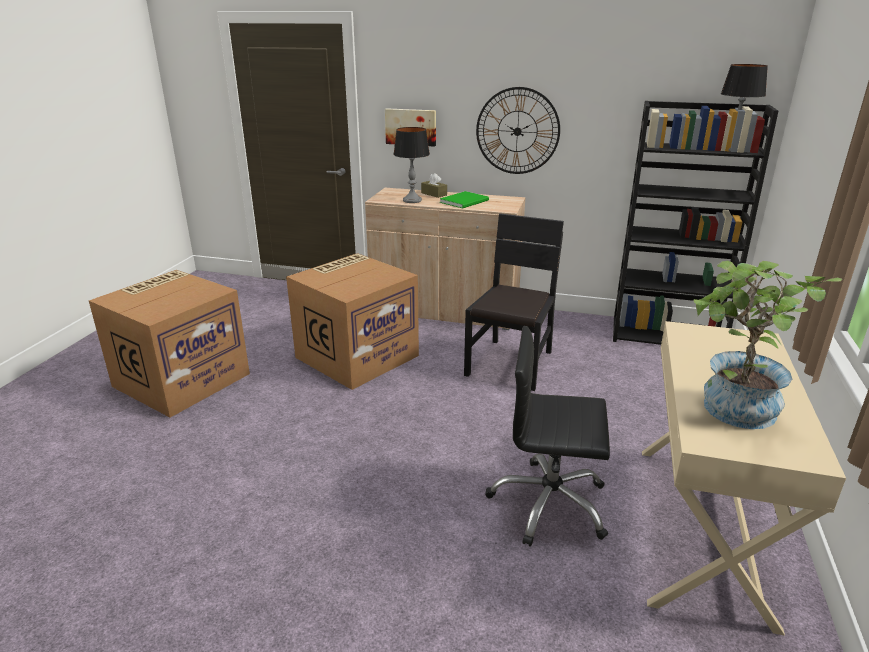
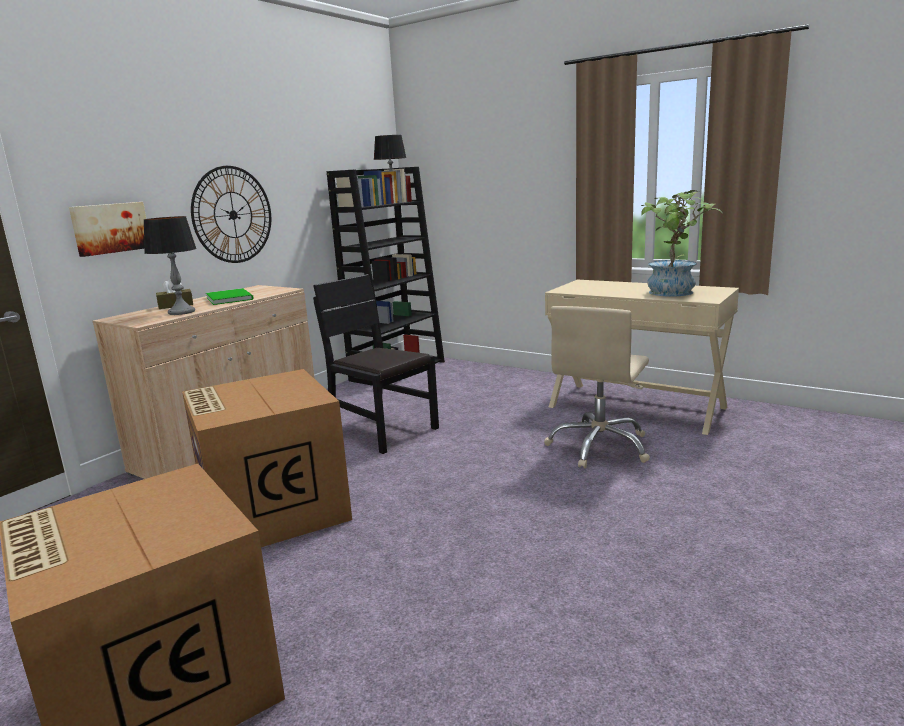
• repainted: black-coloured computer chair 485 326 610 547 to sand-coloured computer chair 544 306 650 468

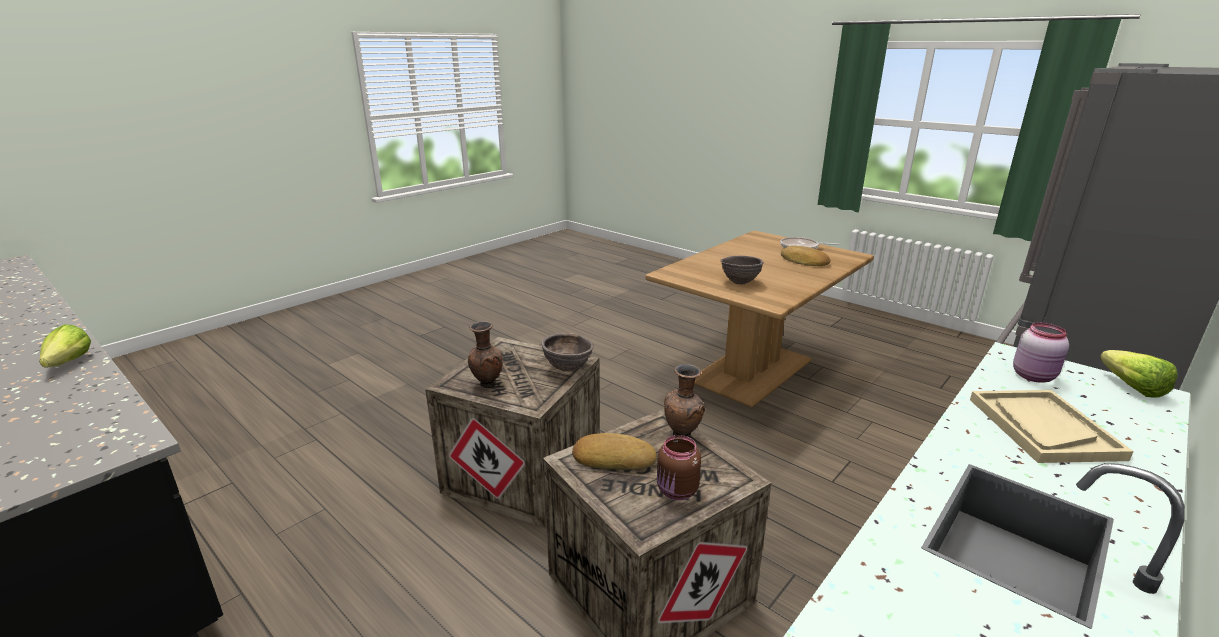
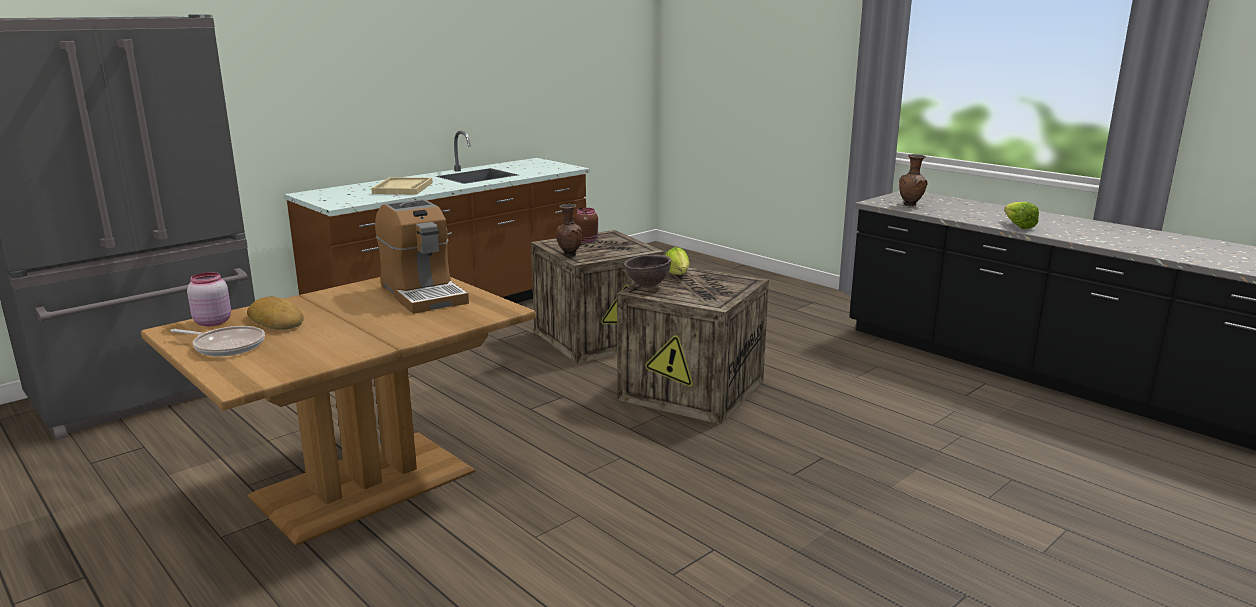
• swapped: brown bowl 720 256 764 285 to coffee maker 375 199 469 314
• shifted: brown flower vase 468 321 503 388 to 899 154 928 206
• shifted: pinkish jar 1013 322 1069 383 to 187 272 231 326
• shifted: lettuce head 1100 350 1178 398 to 665 247 690 275
• gone: baked bread 572 433 657 470

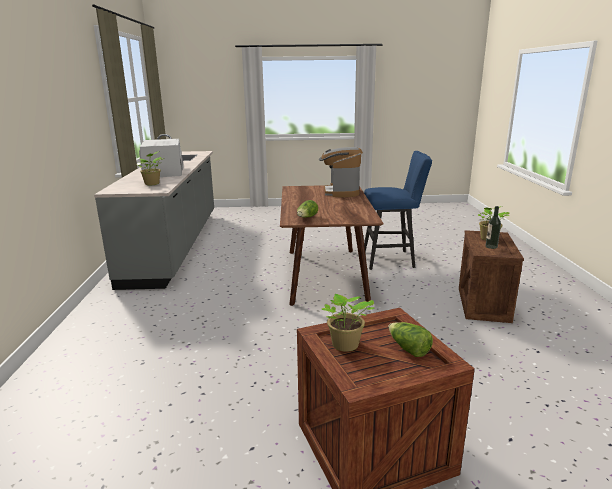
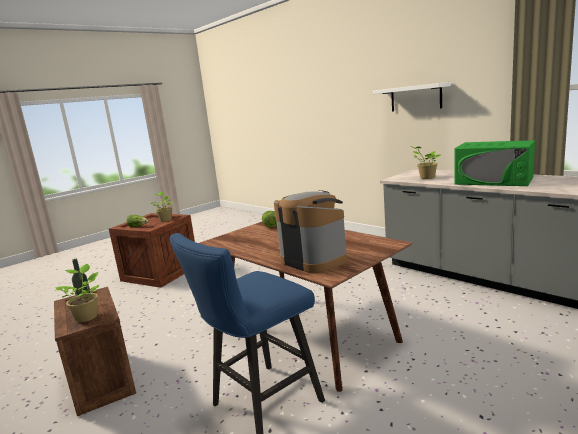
• repainted: white microwave 139 139 183 177 to greenish microwave 455 140 535 186
• new: white shelf 373 82 451 112

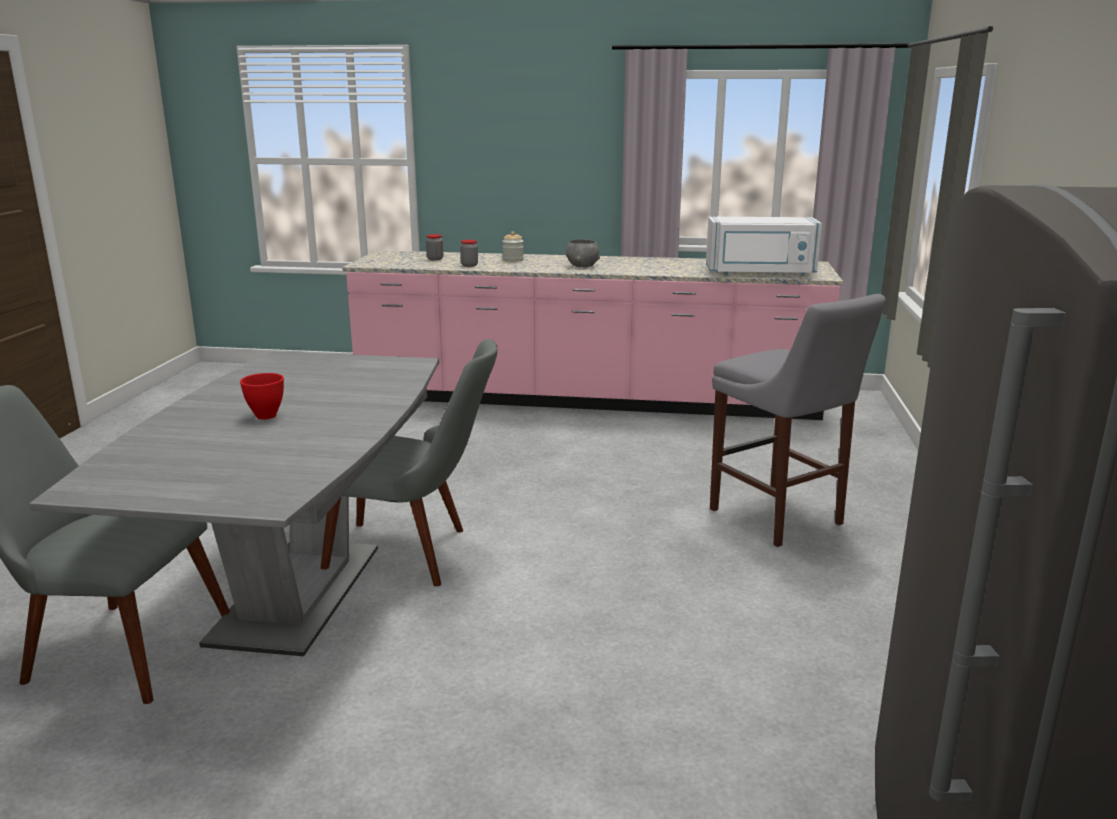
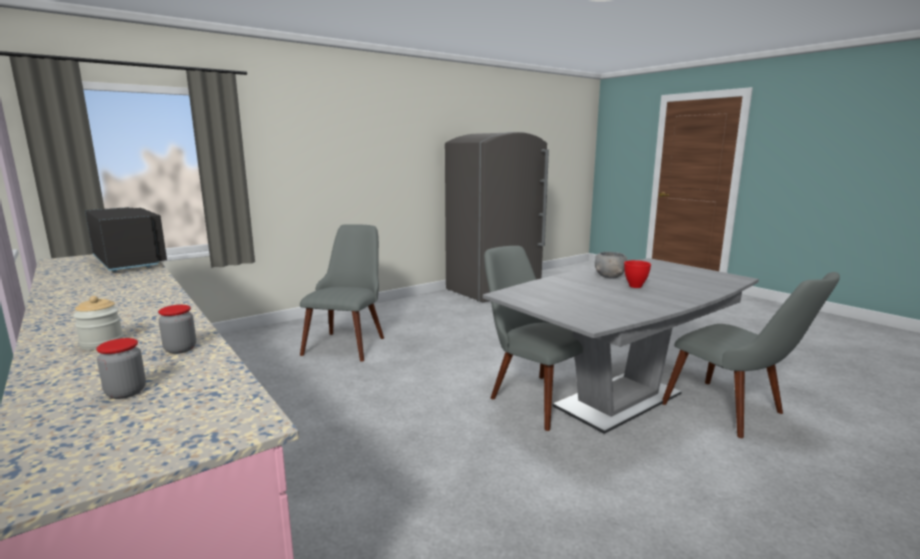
• repainted: white microwave 706 217 822 276 to black-coloured microwave 85 207 167 271
• shifted: gray bowl 566 239 600 268 to 595 252 627 279
• swapped: gray sitting stool 710 294 886 547 to gray upright chair 300 224 384 362

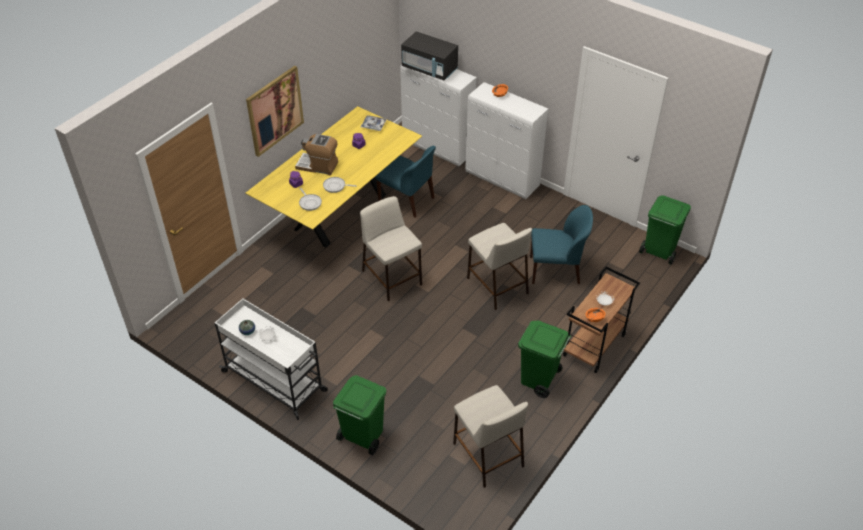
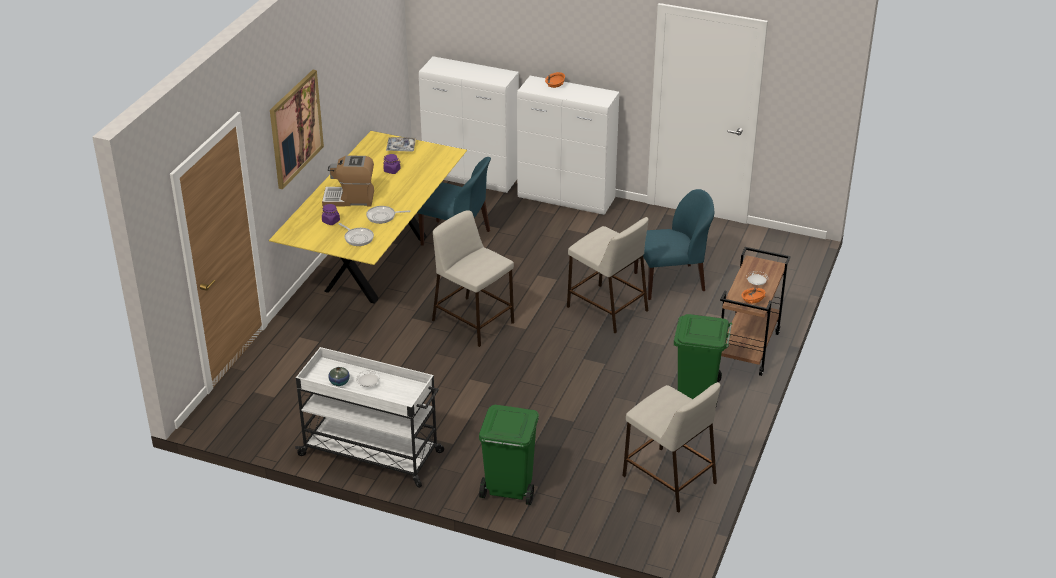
• gone: black-coloured microwave 401 31 458 80
• gone: greenish trash can 639 195 691 264

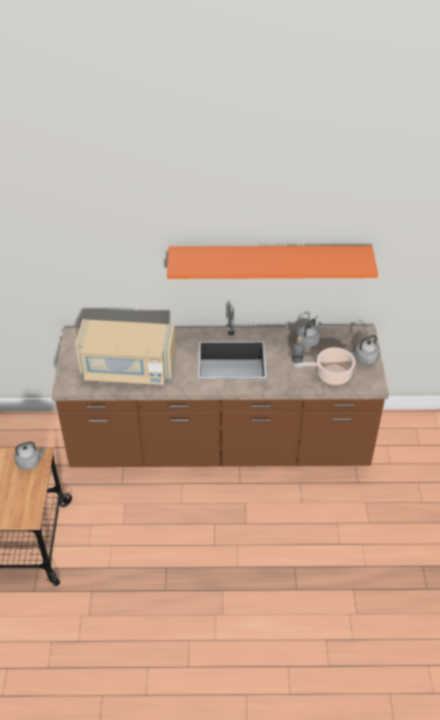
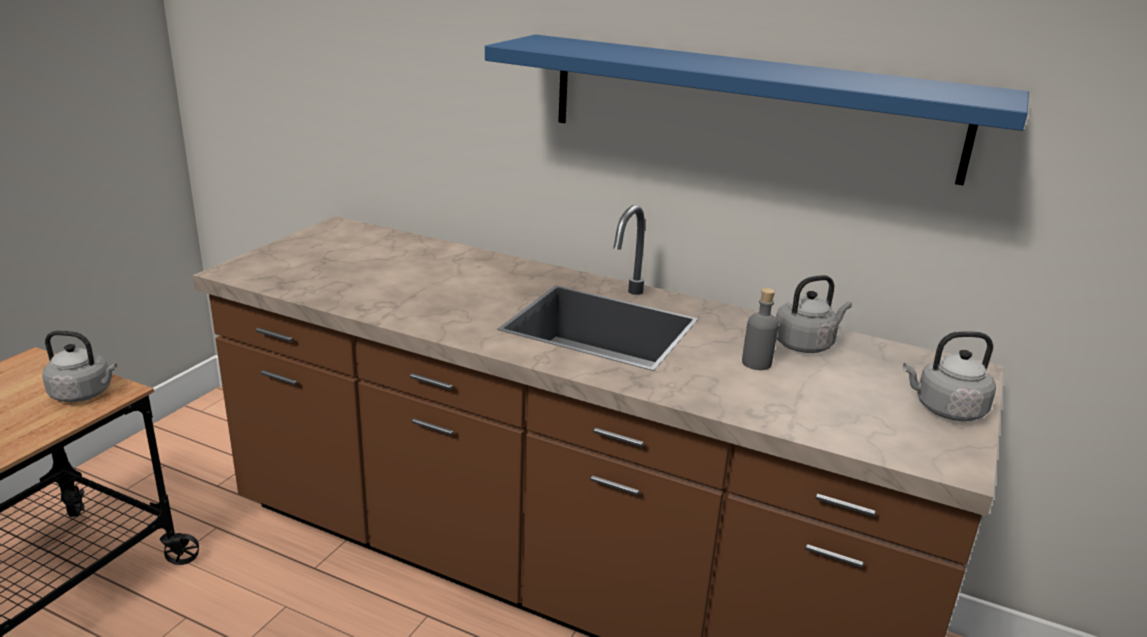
• repainted: orange-coloured shelf 167 245 378 279 to blue shelf 485 35 1029 185
• gone: sand-coloured microwave 75 319 176 385
• gone: stockpot 294 347 355 385

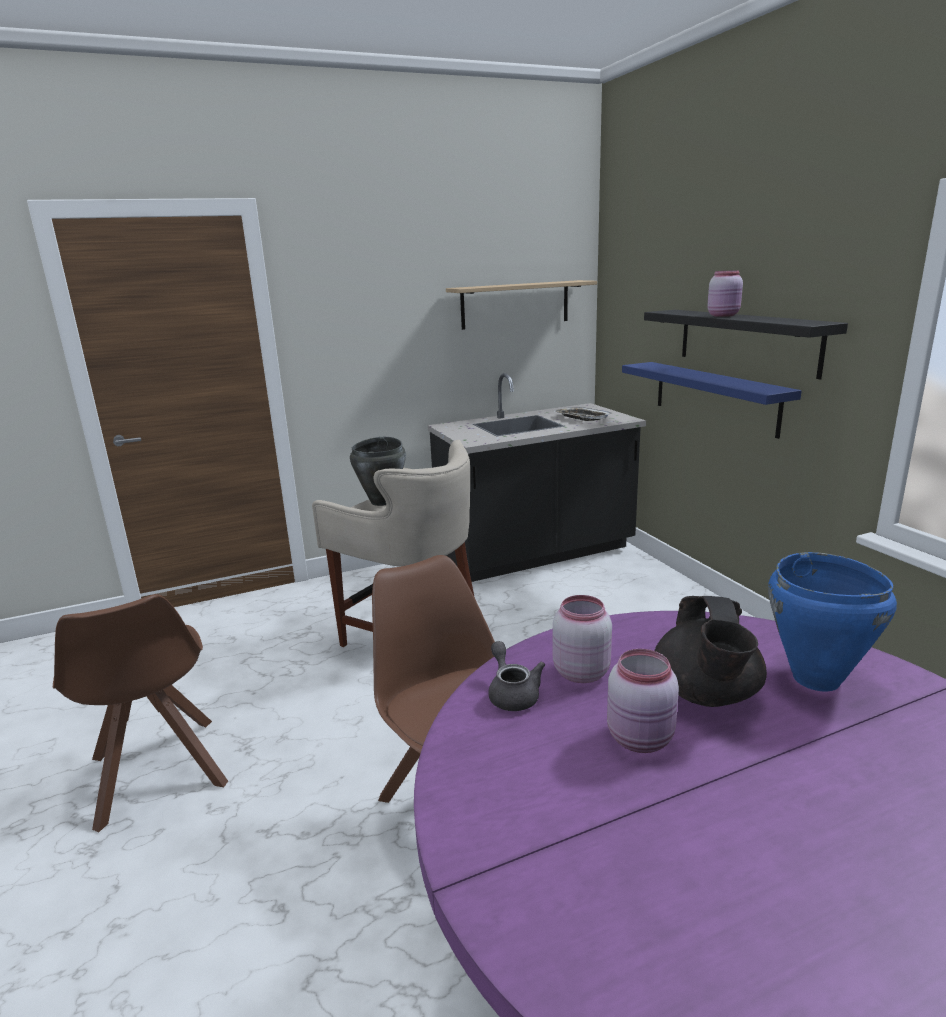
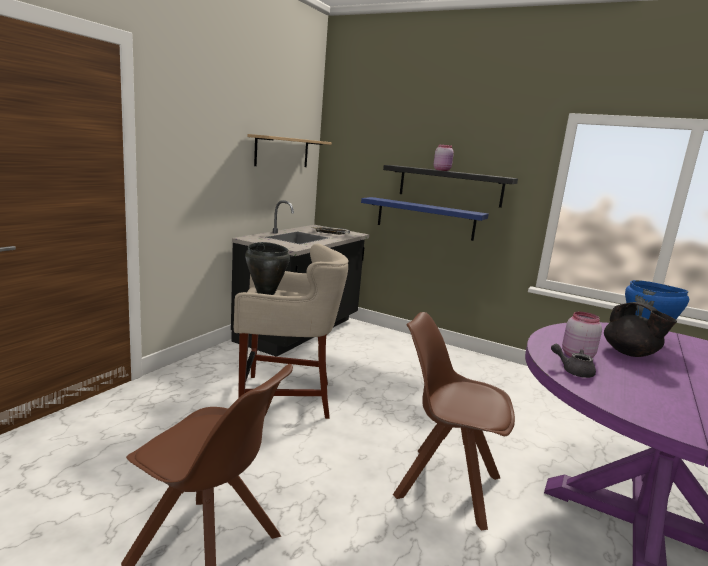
• gone: pinkish jar 607 649 679 753

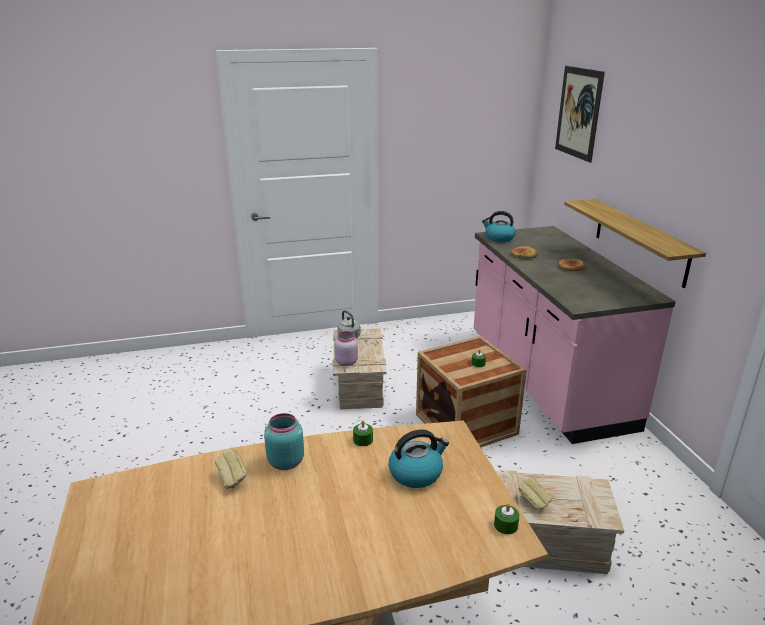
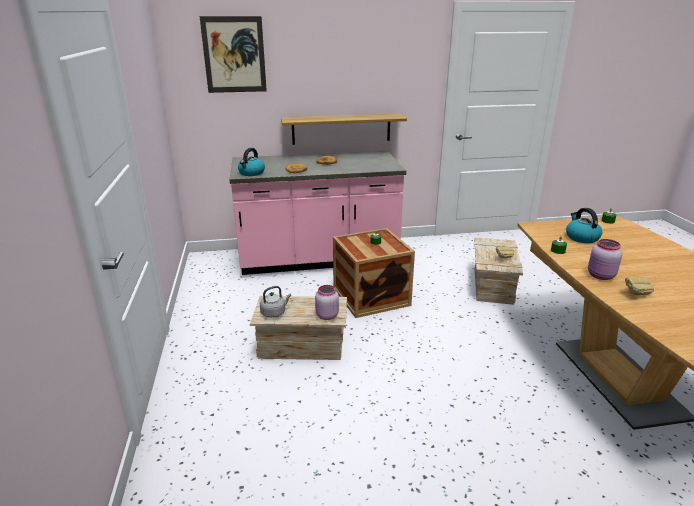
• repainted: turquoise jar 264 413 304 470 to pinkish jar 588 239 623 280

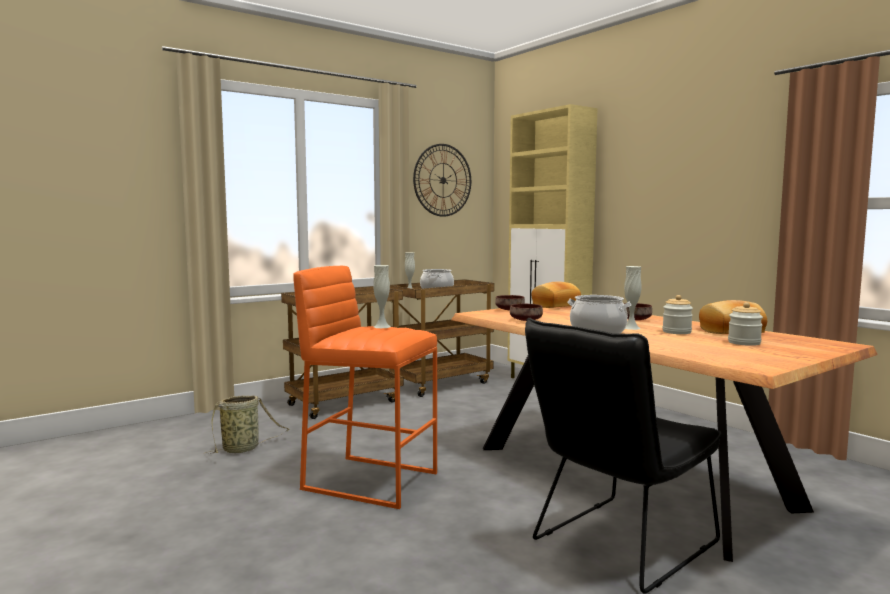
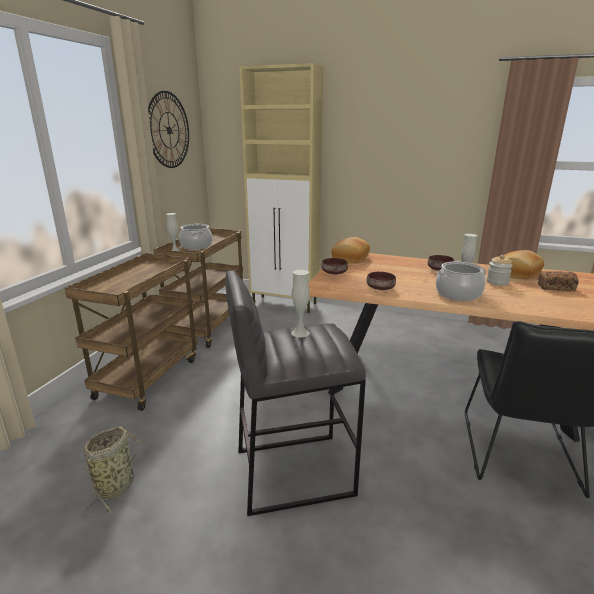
• repainted: orange-coloured sitting stool 293 266 437 509 to gray sitting stool 225 271 366 516
• swapped: jar 728 302 763 346 to baked bread 538 271 579 291

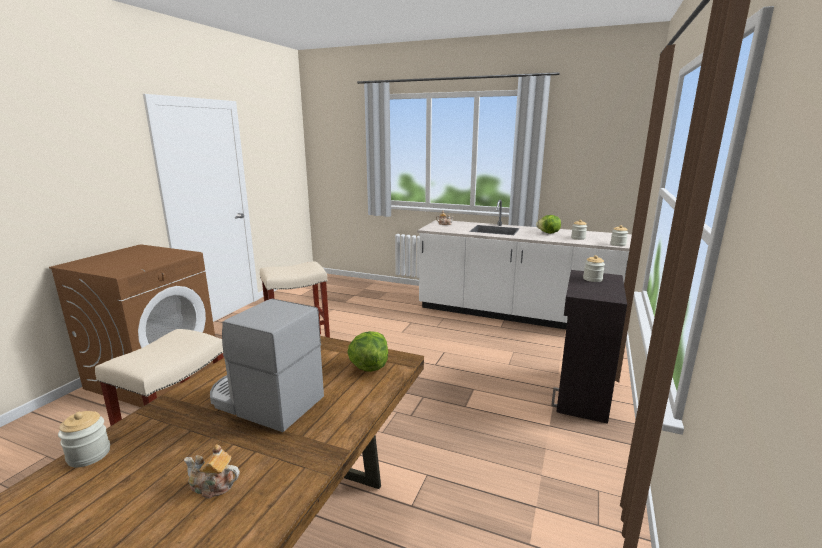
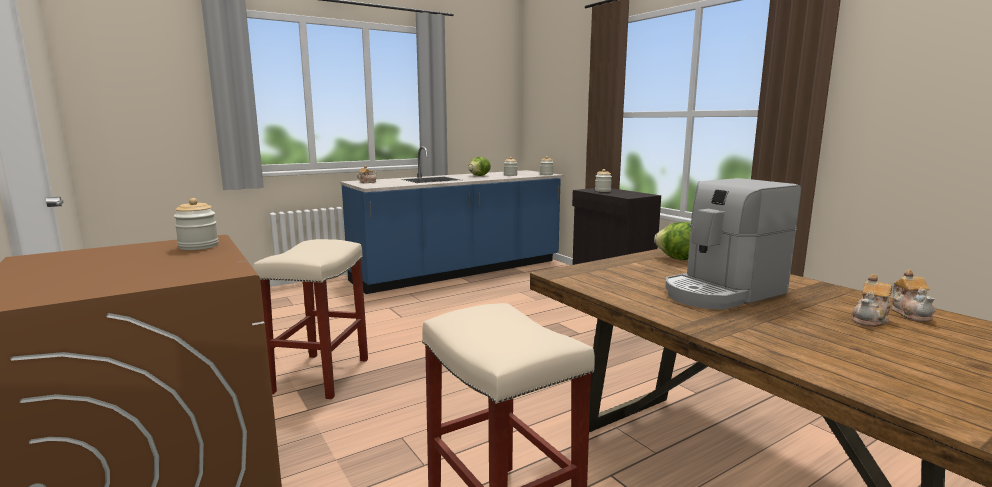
• repainted: white counter 417 199 632 329 to blue counter 340 147 564 294
• shifted: jar 58 411 110 467 to 174 198 219 250
• new: tea pot 891 270 936 322

